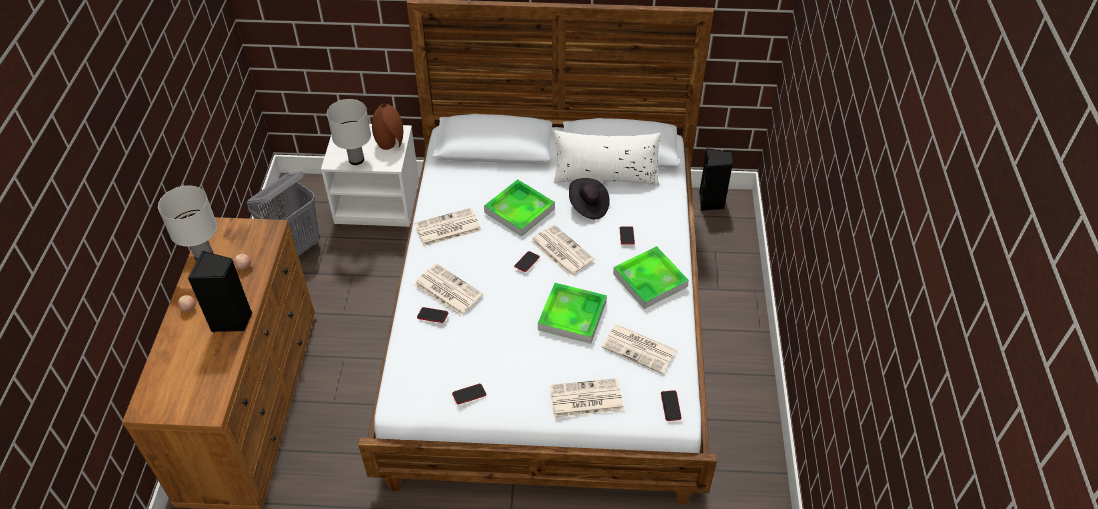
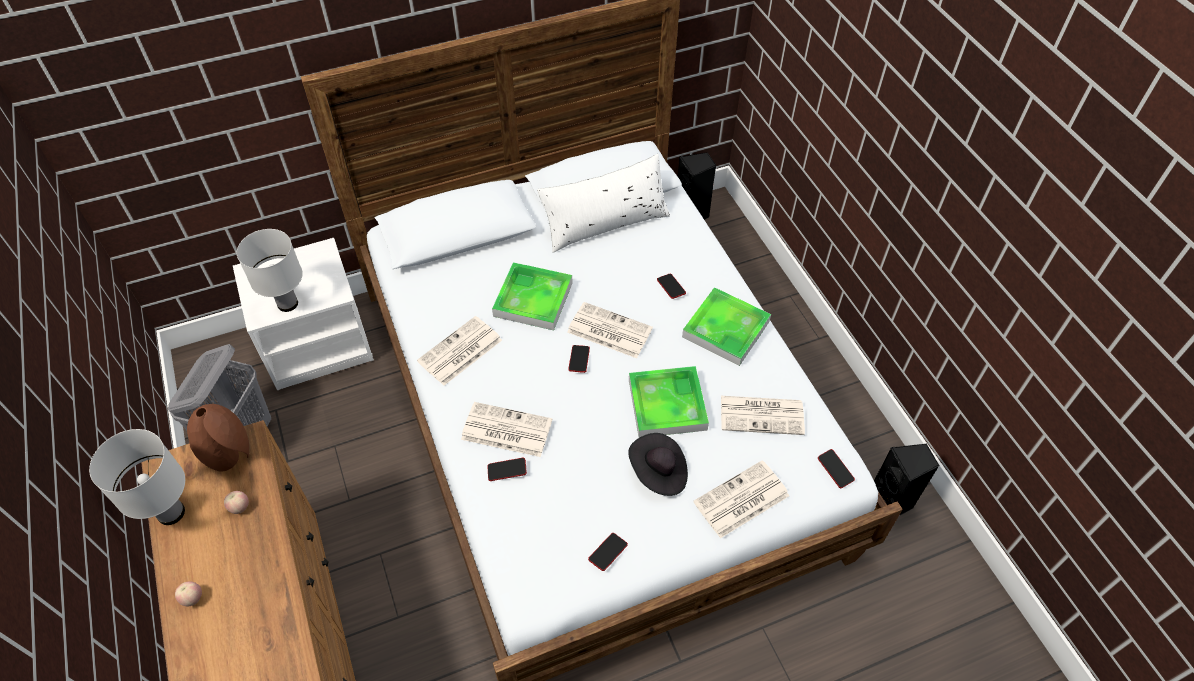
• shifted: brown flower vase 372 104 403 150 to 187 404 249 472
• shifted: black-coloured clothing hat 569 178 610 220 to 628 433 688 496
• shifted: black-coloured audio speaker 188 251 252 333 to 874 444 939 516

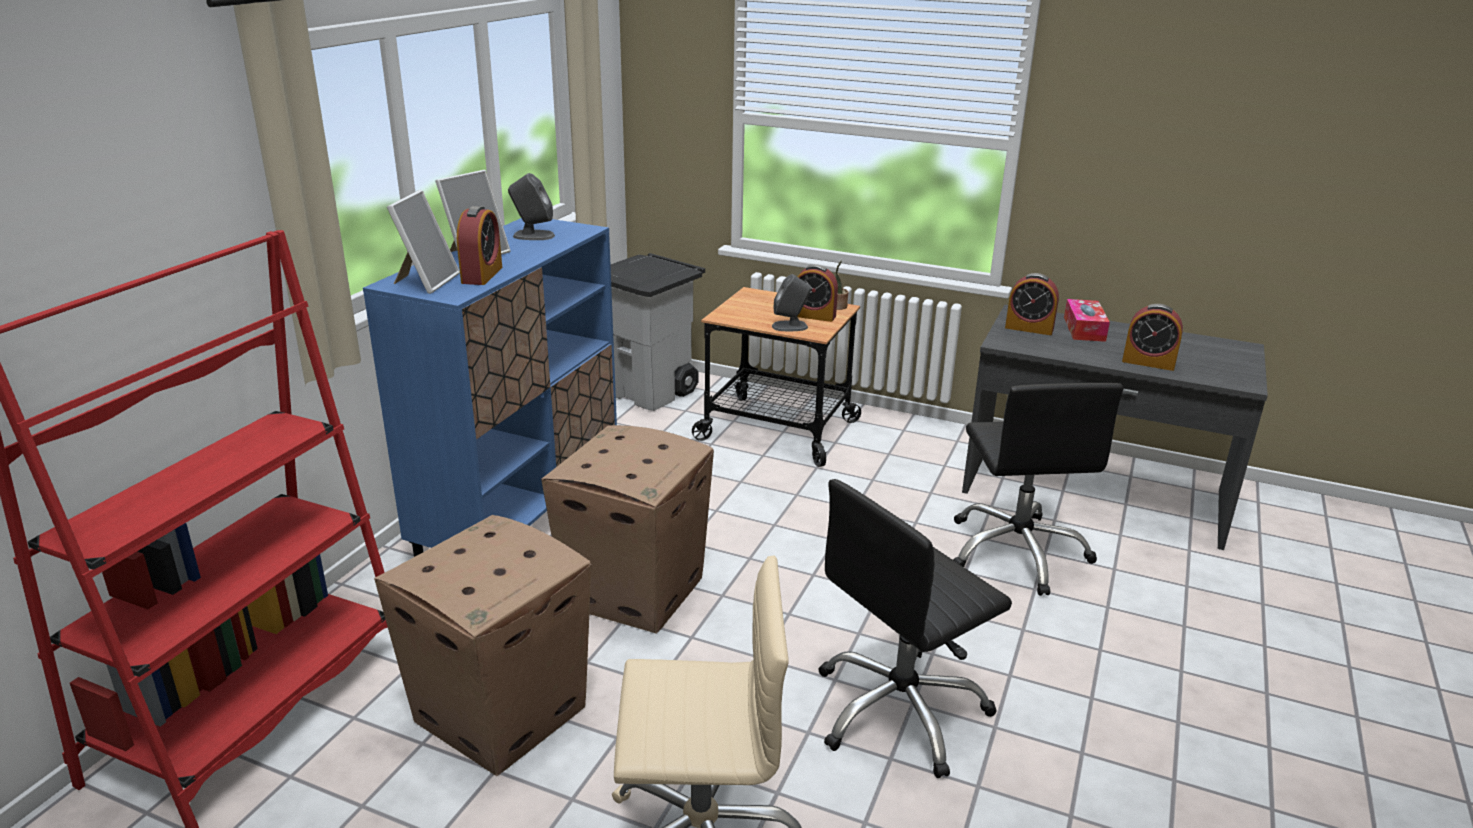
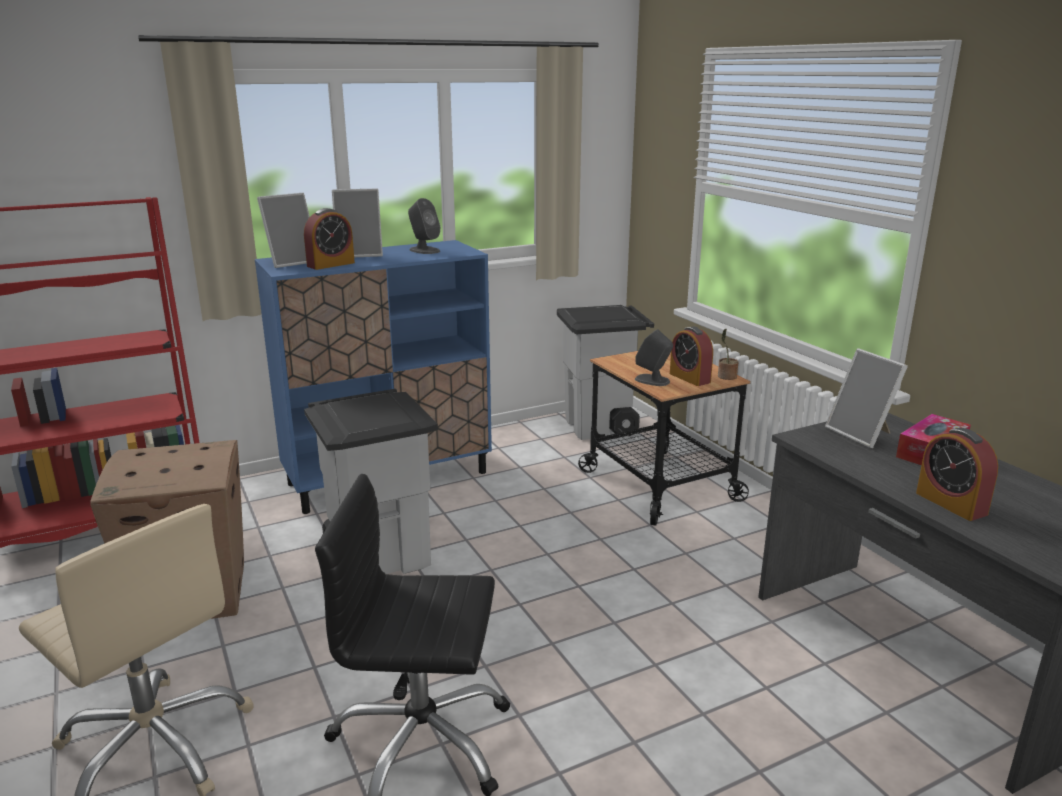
• swapped: table clock 1005 273 1059 335 to picture frame 825 348 908 448
• gone: black-coloured computer chair 953 383 1124 596
• swapped: carton 541 425 714 634 to gray trash can 304 389 438 574

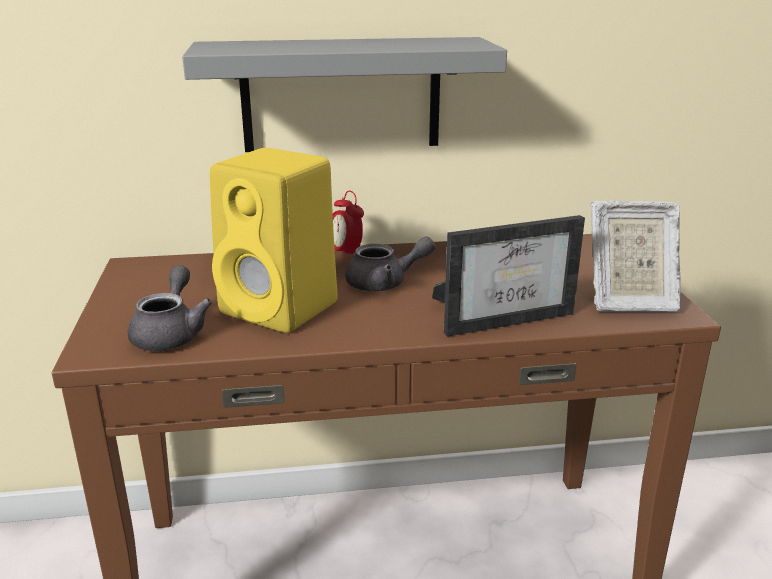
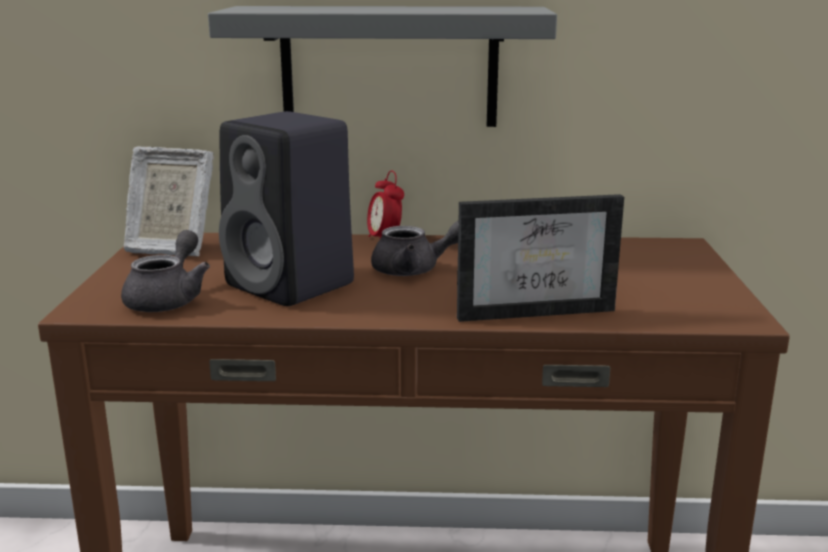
• repainted: yellowish audio speaker 210 148 337 333 to black-coloured audio speaker 219 111 354 306
• shifted: picture frame 591 201 681 312 to 124 146 214 256

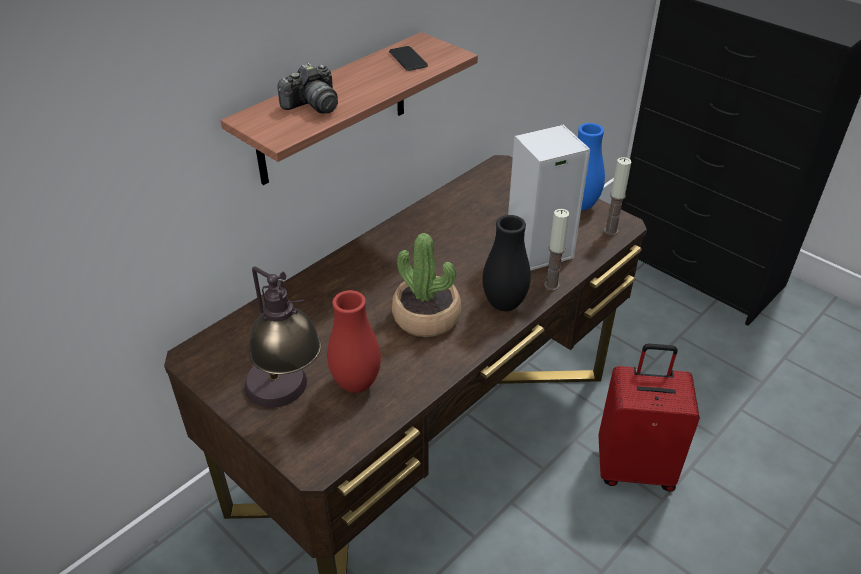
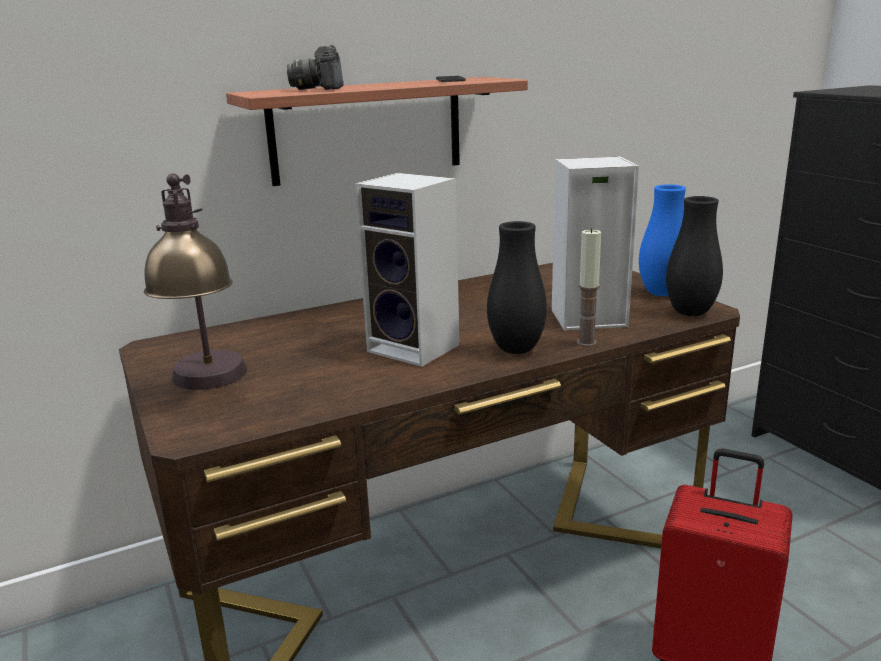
• rotated: photo camera 278 63 338 114 = 287 45 344 90 105 degrees clockwise
• swapped: wax candle 604 157 632 236 to black-coloured flower vase 666 196 723 316
• swapped: plant in a pot 392 233 461 337 to audio speaker 355 173 460 367
• gone: red-coloured flower vase 327 290 381 393

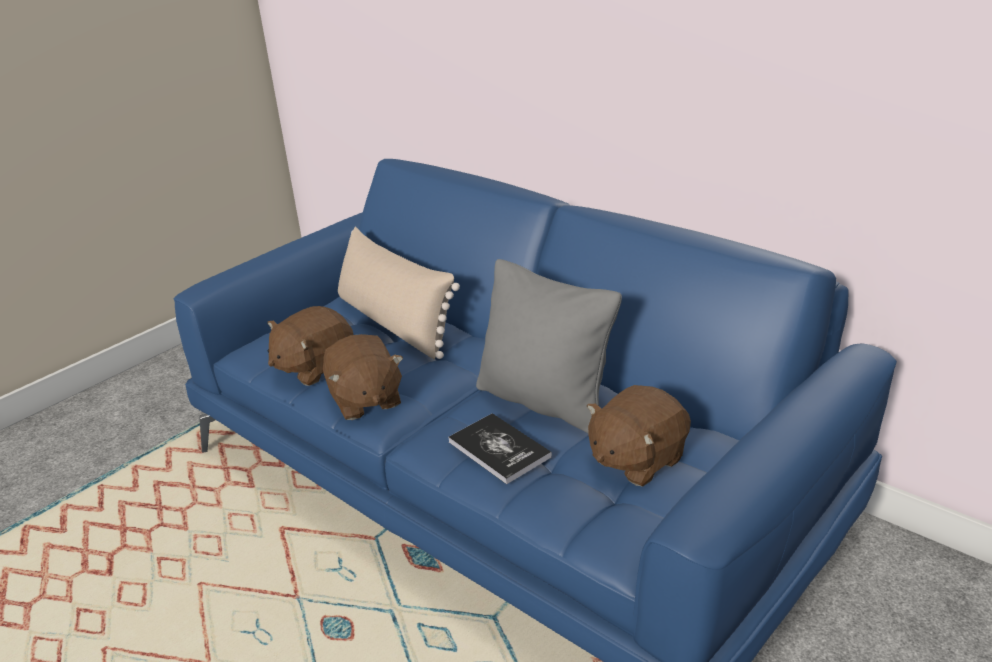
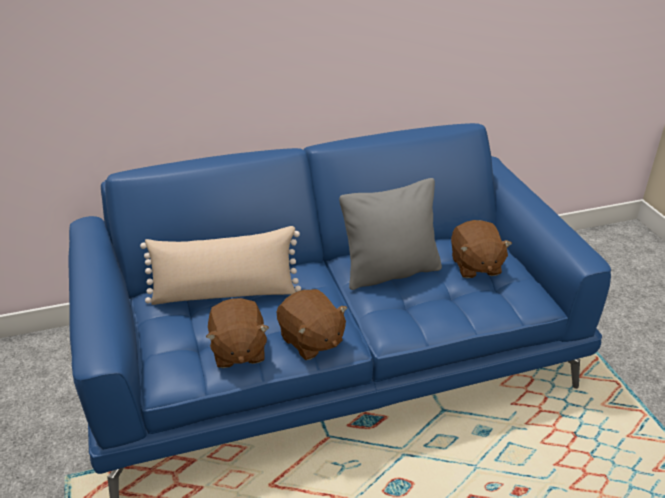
• rotated: brown plush toy 323 334 403 420 = 277 289 348 360 45 degrees clockwise
• gone: bound book 448 413 552 484

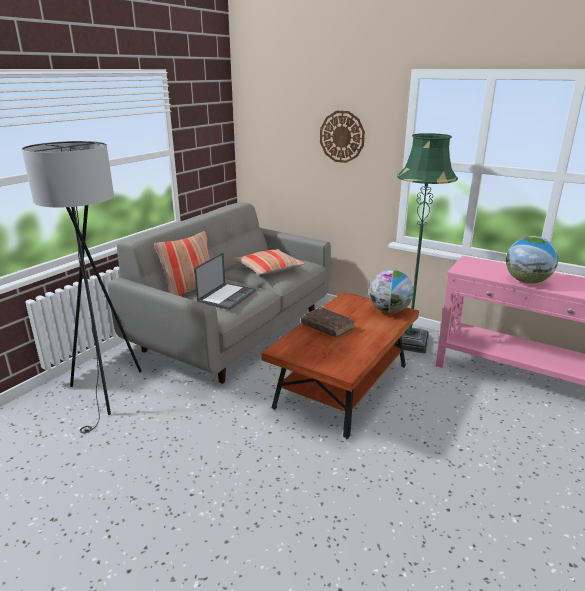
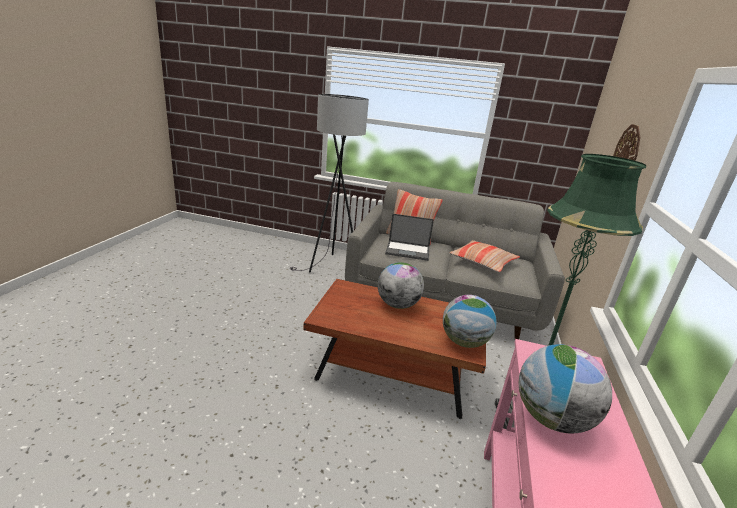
• swapped: brown bound book 301 307 354 337 to world globe 378 262 424 309

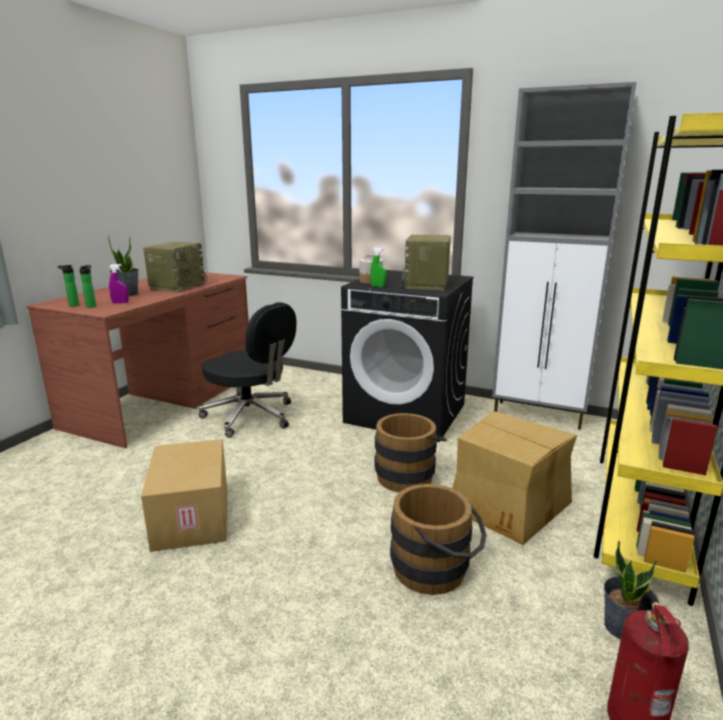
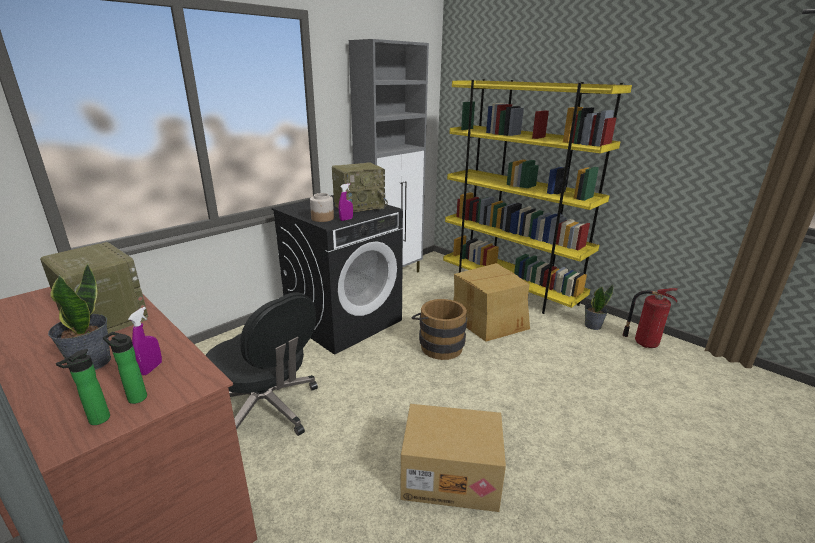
• rotated: radio receiver 401 235 451 291 = 332 162 388 212 60 degrees counterclockwise
• repainted: greenish sprayer 370 247 386 287 to purple sprayer 339 183 353 221
• rotated: black-coloured computer chair 198 302 296 438 = 205 292 318 436 75 degrees clockwise
• gone: brown water bucket 390 484 487 595

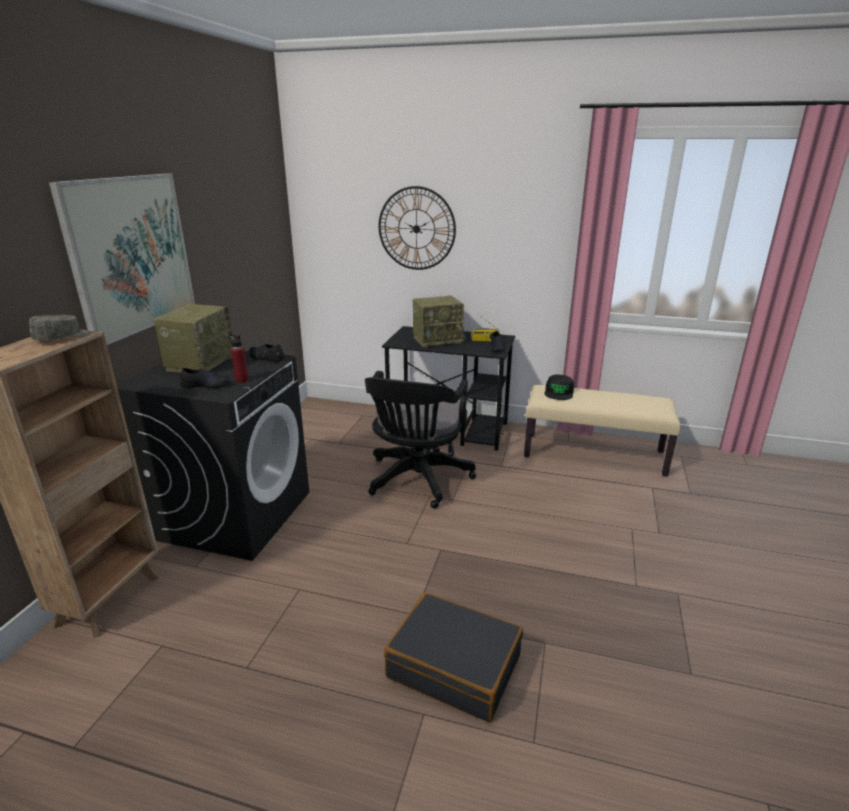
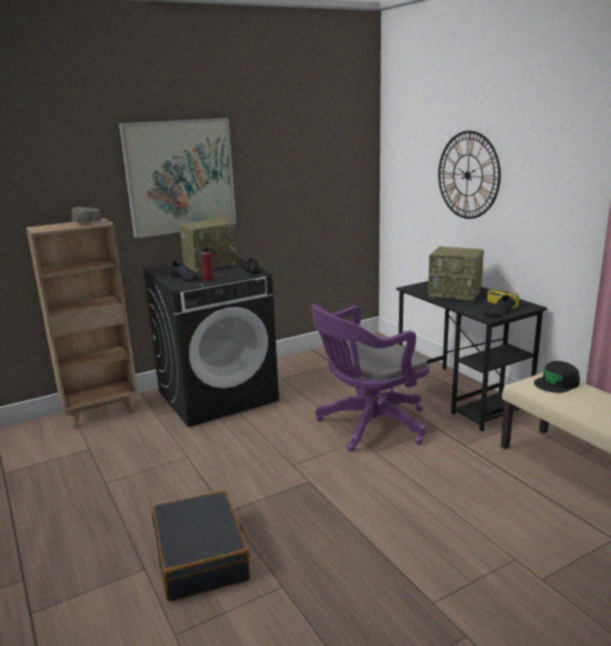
• repainted: black-coloured computer chair 365 371 476 509 to purple computer chair 311 304 429 451

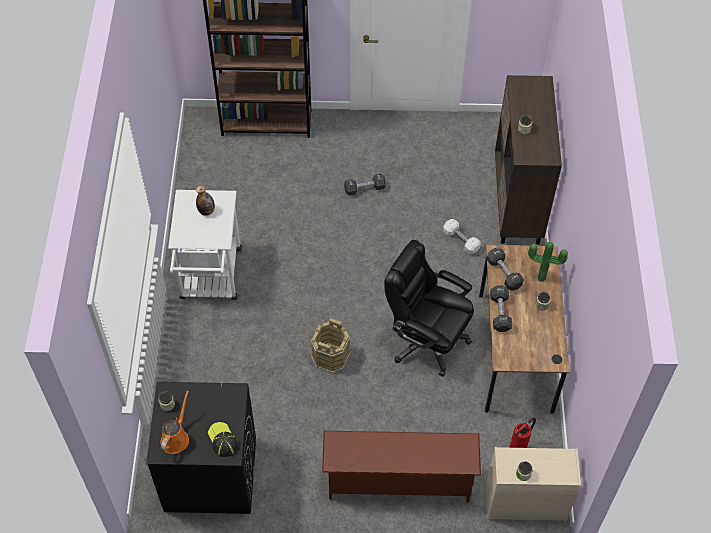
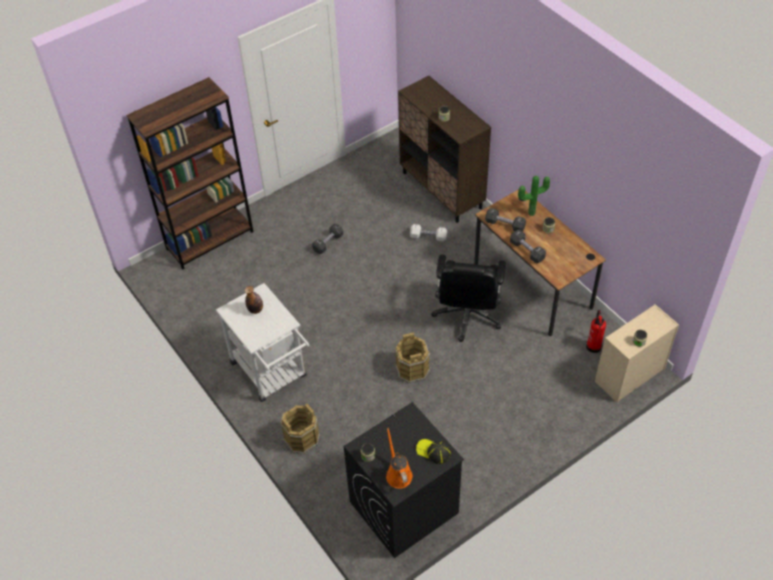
• rotated: black-coloured computer chair 384 240 474 377 = 431 255 506 342 75 degrees counterclockwise
• gone: brown shoe rack 322 431 481 502
• new: brown water bucket 280 404 320 454

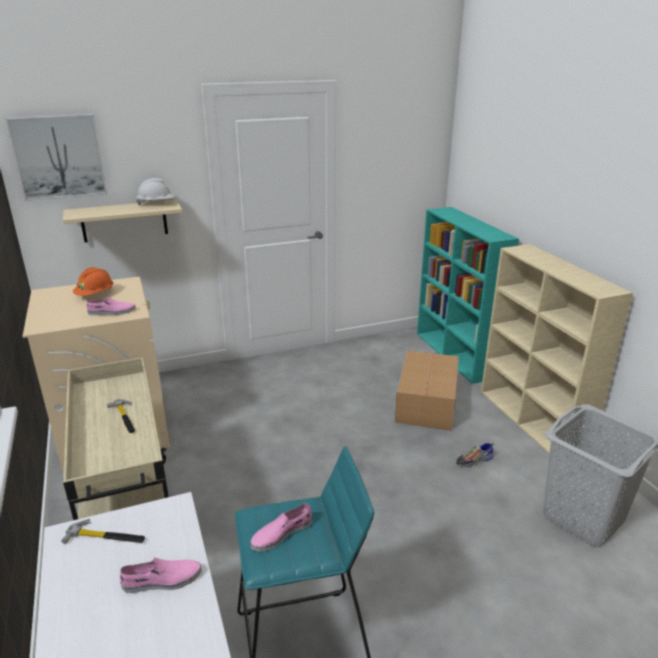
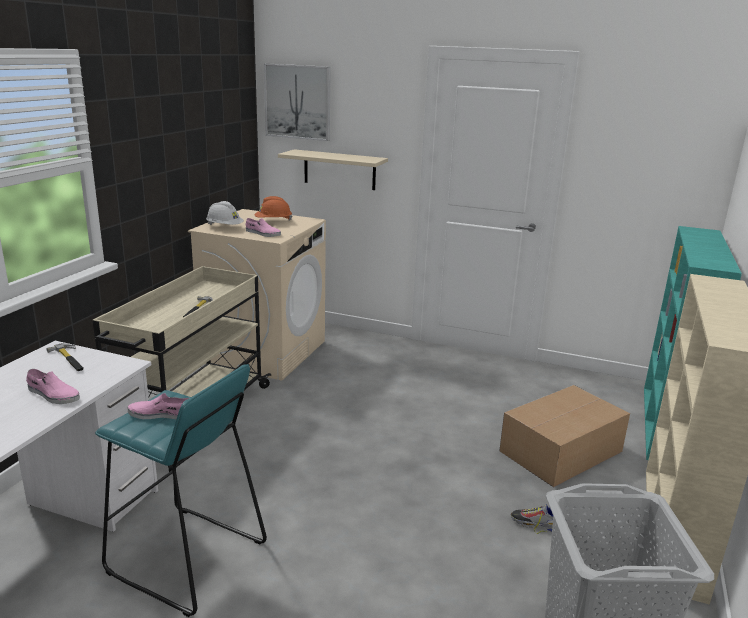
• shifted: white work helmet 136 178 175 205 to 206 201 244 225

